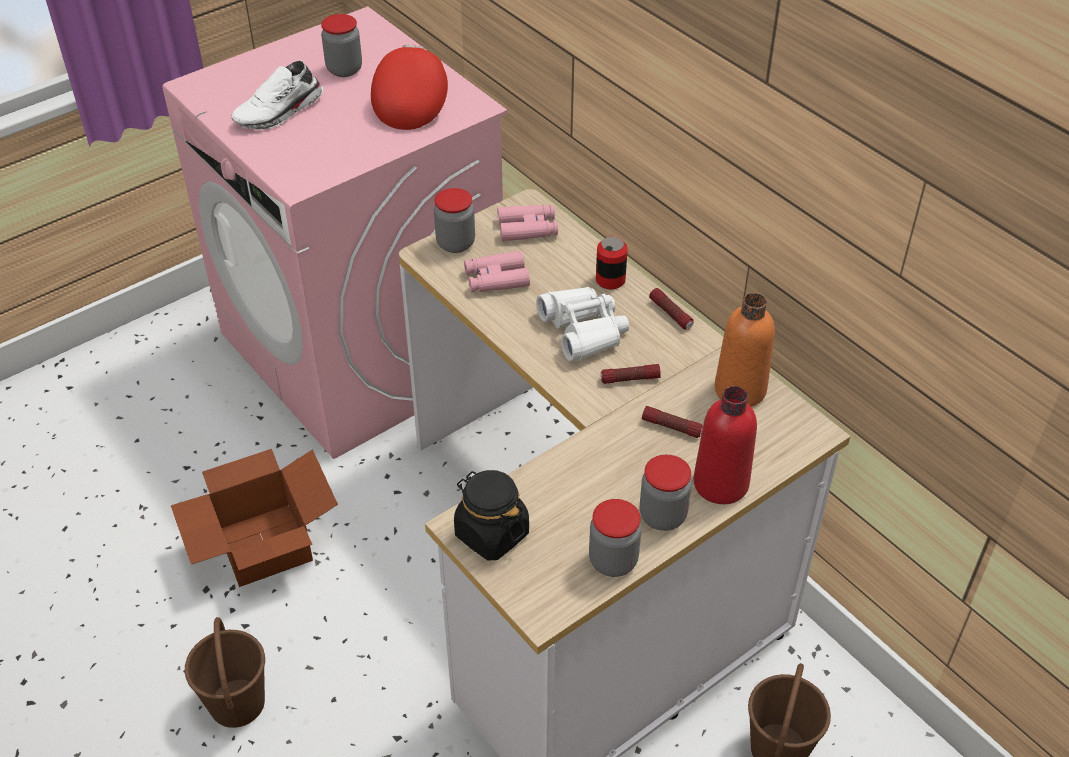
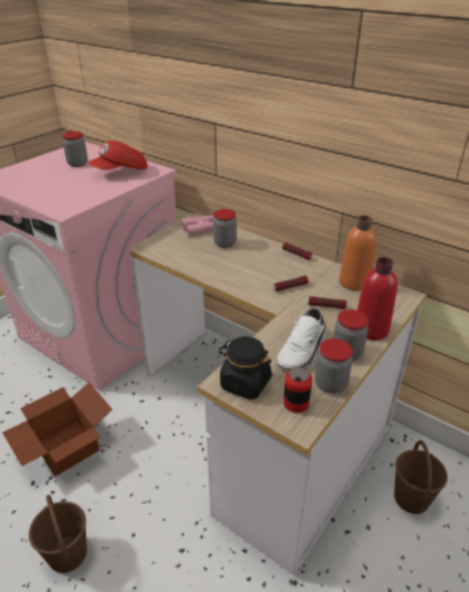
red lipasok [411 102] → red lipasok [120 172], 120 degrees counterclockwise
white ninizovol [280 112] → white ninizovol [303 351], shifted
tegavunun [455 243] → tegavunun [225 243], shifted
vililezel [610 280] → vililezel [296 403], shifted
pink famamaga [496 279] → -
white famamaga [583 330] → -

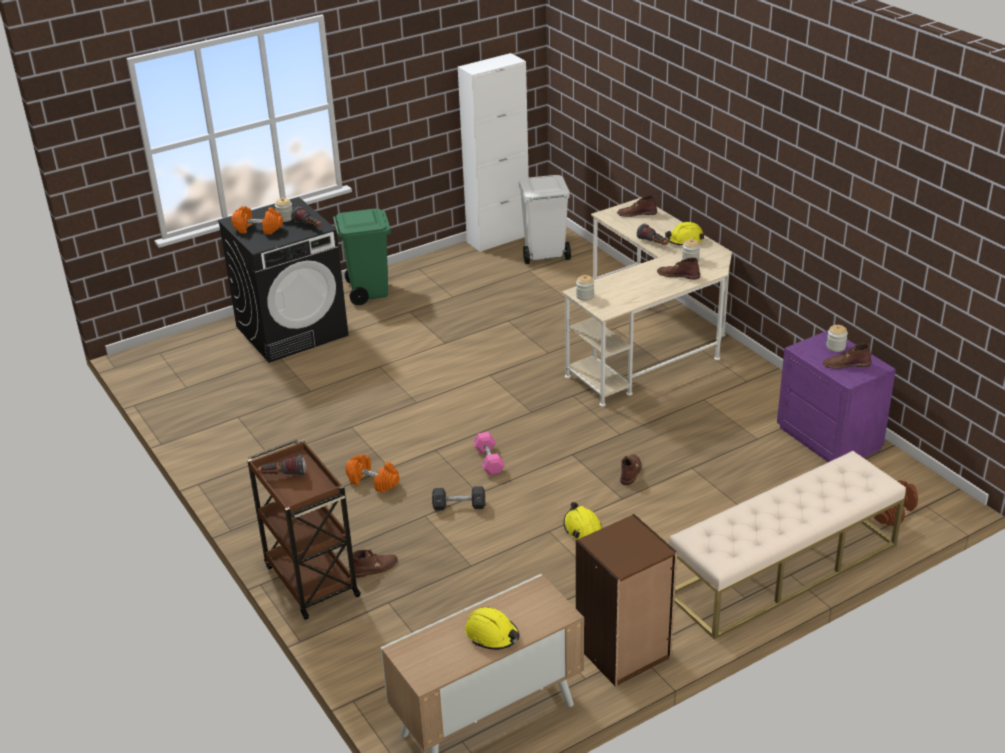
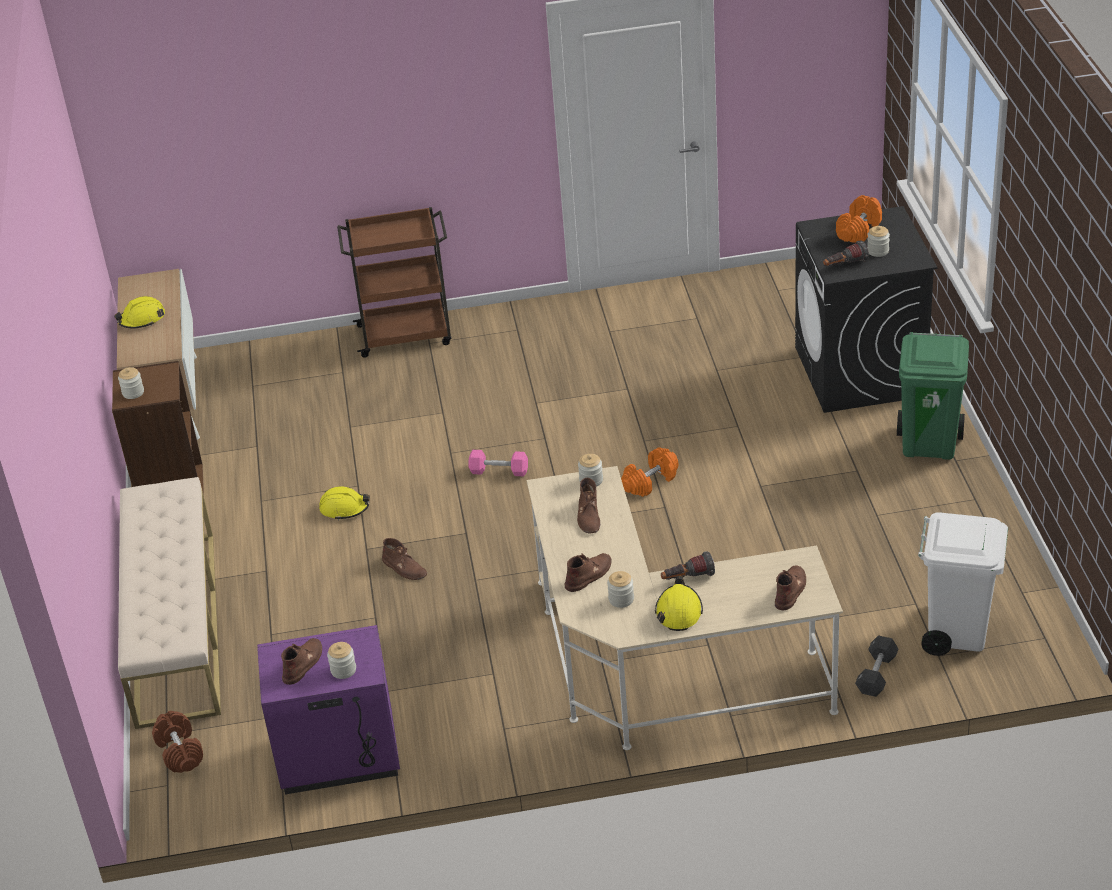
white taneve [498 239] → -
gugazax [283 476] → -
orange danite [373 481] → orange danite [650 482], shifted
black danite [459 506] → black danite [876 674], shifted
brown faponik [374 568] → brown faponik [589 515], shifted
- → tegavunun [133 392]

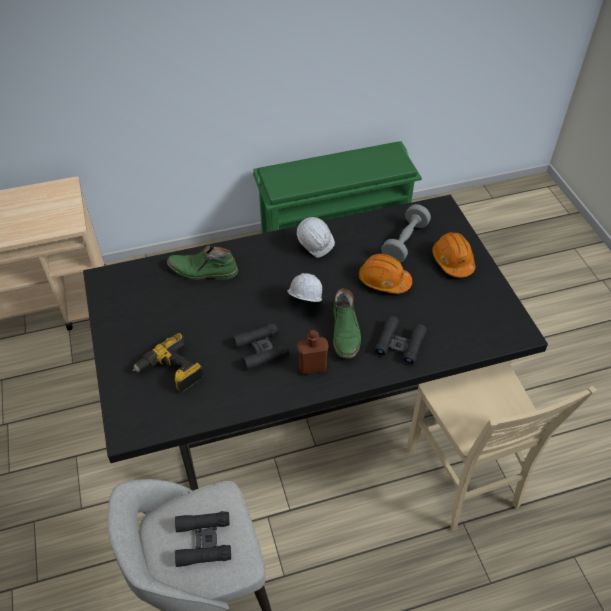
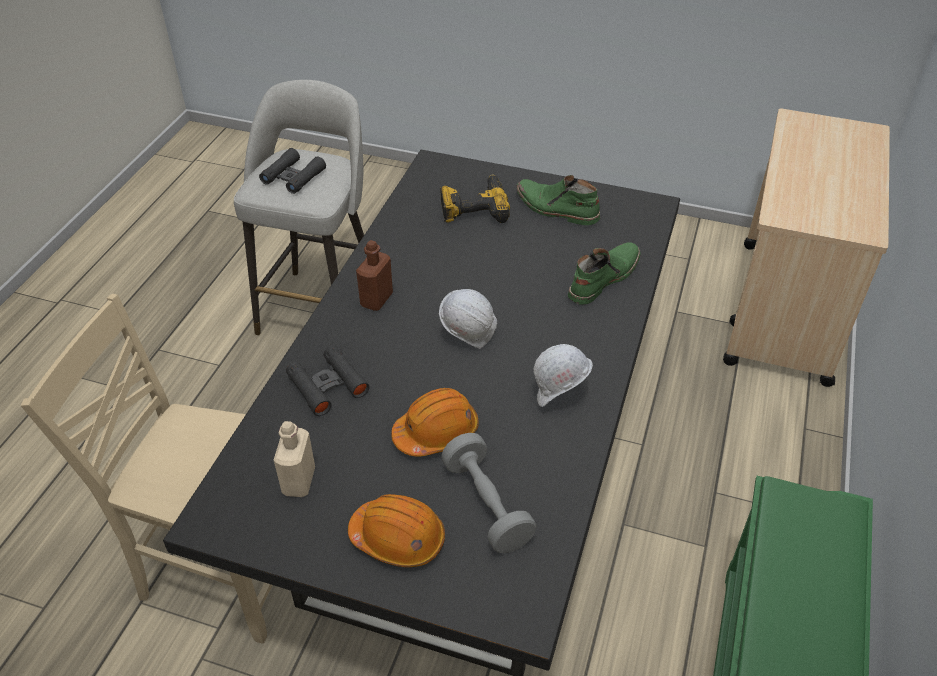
green faponik [345 332] → green faponik [556 209], shifted
black famamaga [261 349] → -
- → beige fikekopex [299 481]

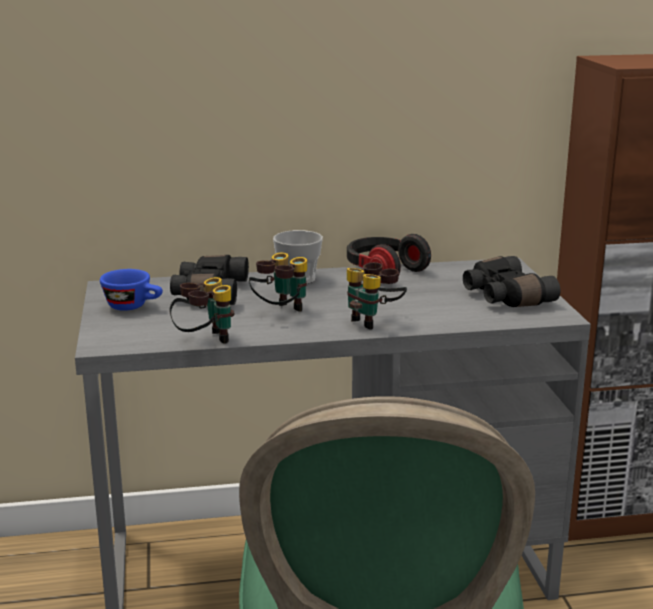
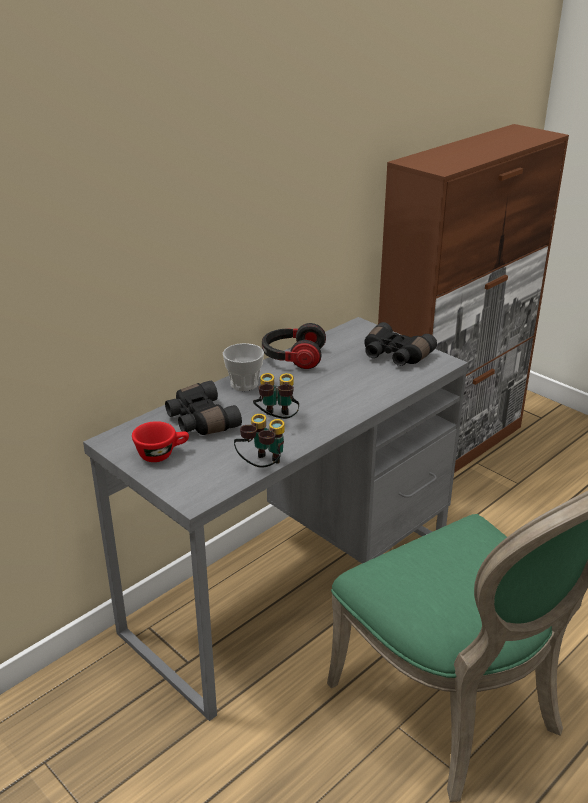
famamaga [374 321] → -
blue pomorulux [134 306] → red pomorulux [162 454]

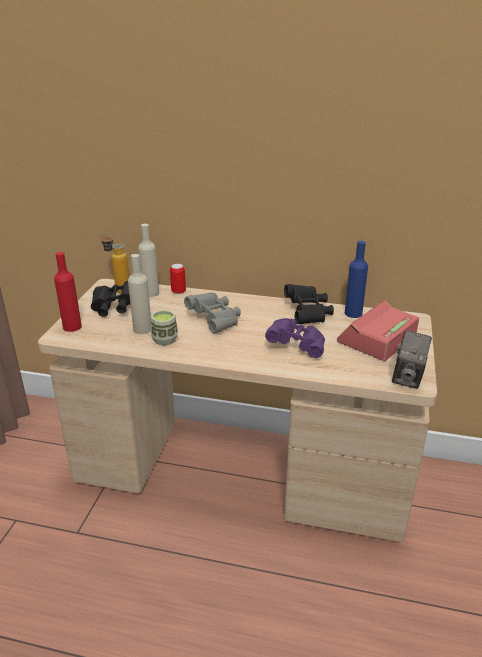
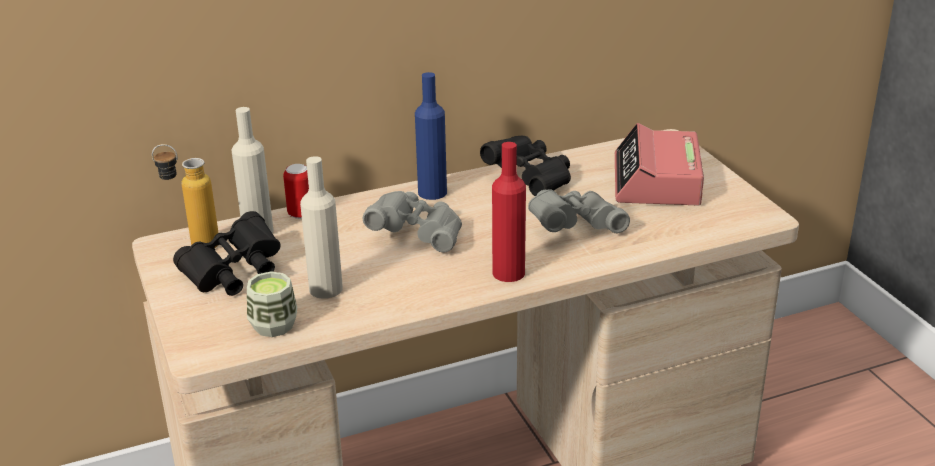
blue fikekopex [353 313] → blue fikekopex [432 192], shifted
red fikekopex [72 327] → red fikekopex [508 273], shifted
pomorulux [165 339] → pomorulux [274 325], shifted
purple famamaga [297 346] → grey famamaga [574 227]
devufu [408 377] → -

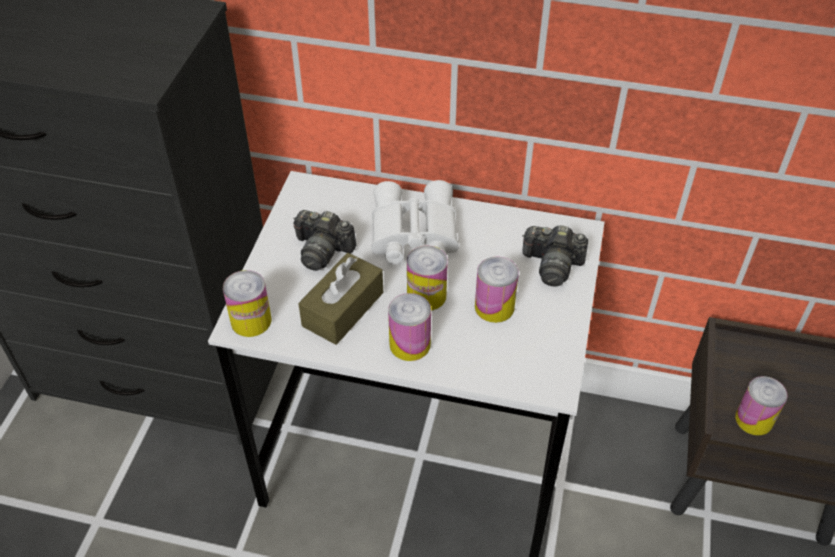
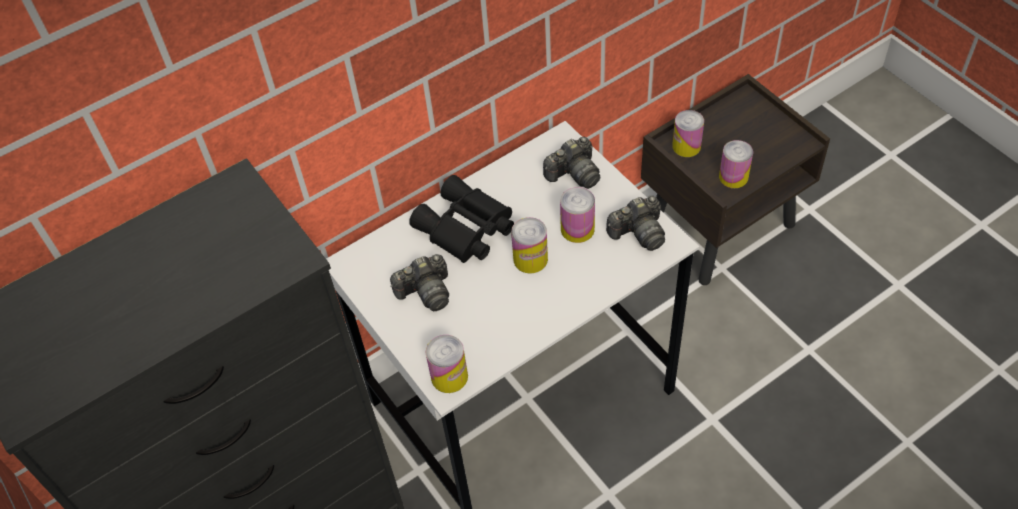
white famamaga [412 233] → black famamaga [465 230]
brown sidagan [343 309] → -
vililezel [410 344] → vililezel [686 146], shifted
- → devufu [638 233]

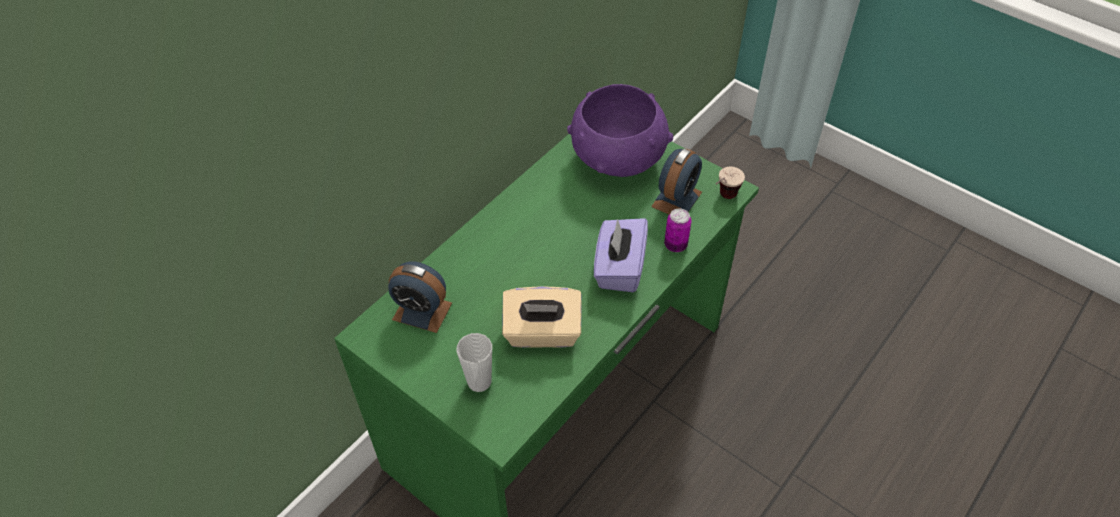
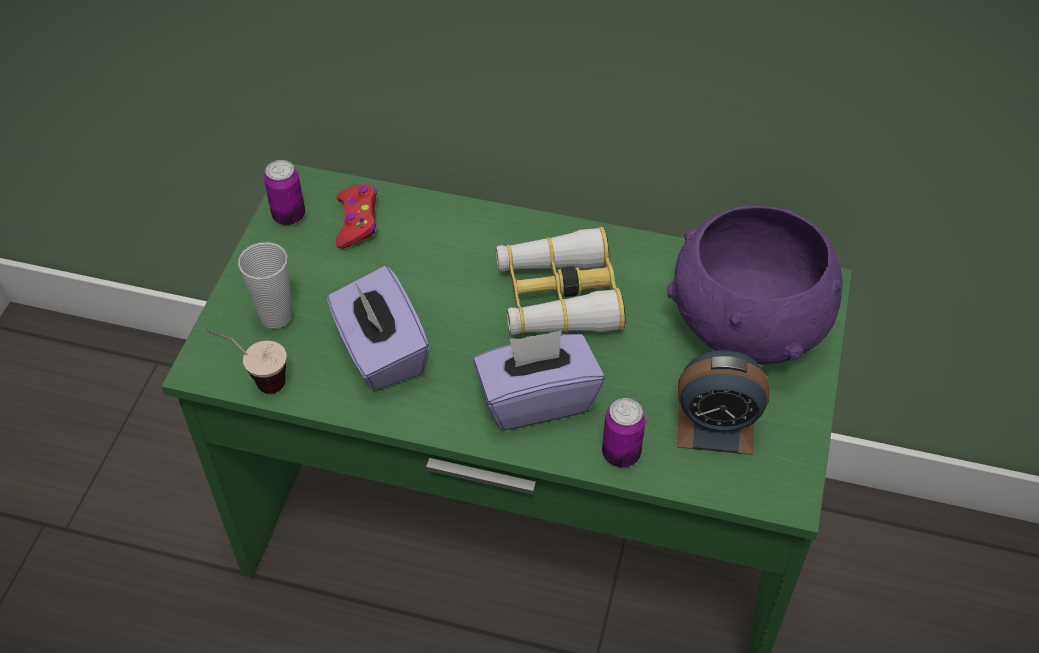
pomorulux [723 199] → pomorulux [254 379], shifted
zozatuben [422 311] → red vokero [357 221]
beige sidagan [542 333] → purple sidagan [380 352]
- → vililezel [289 216]
- → famamaga [558 297]

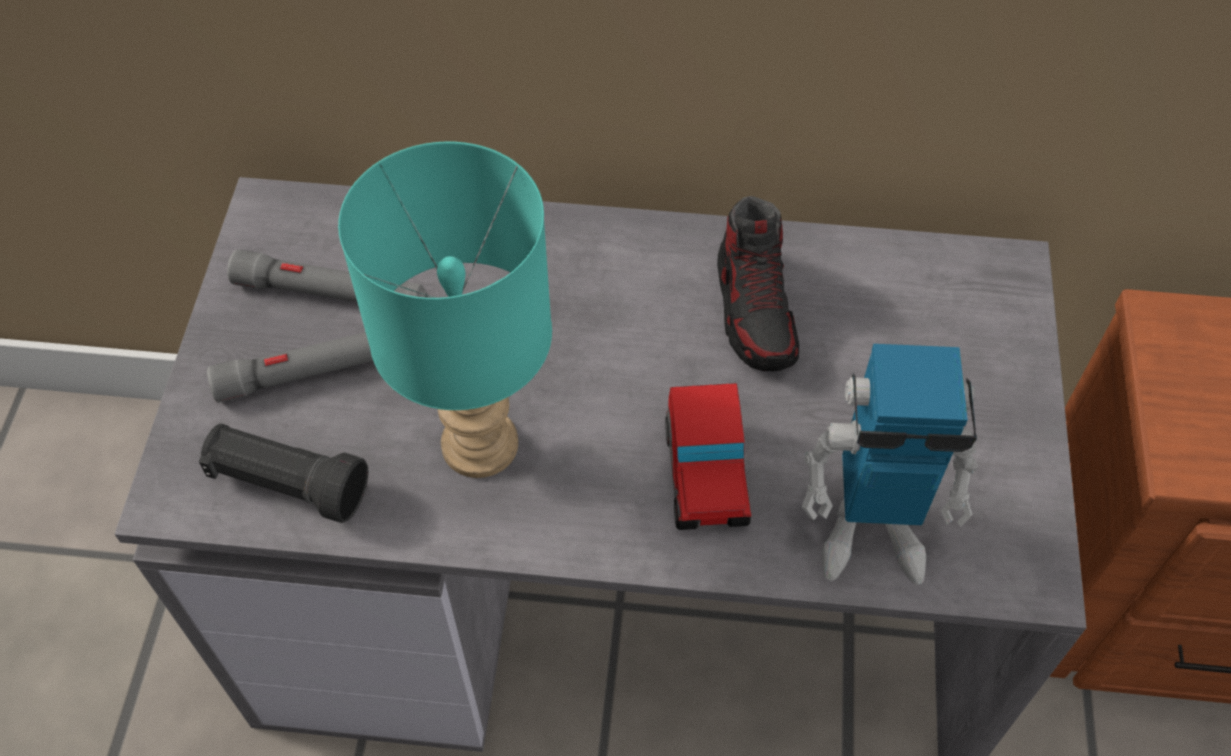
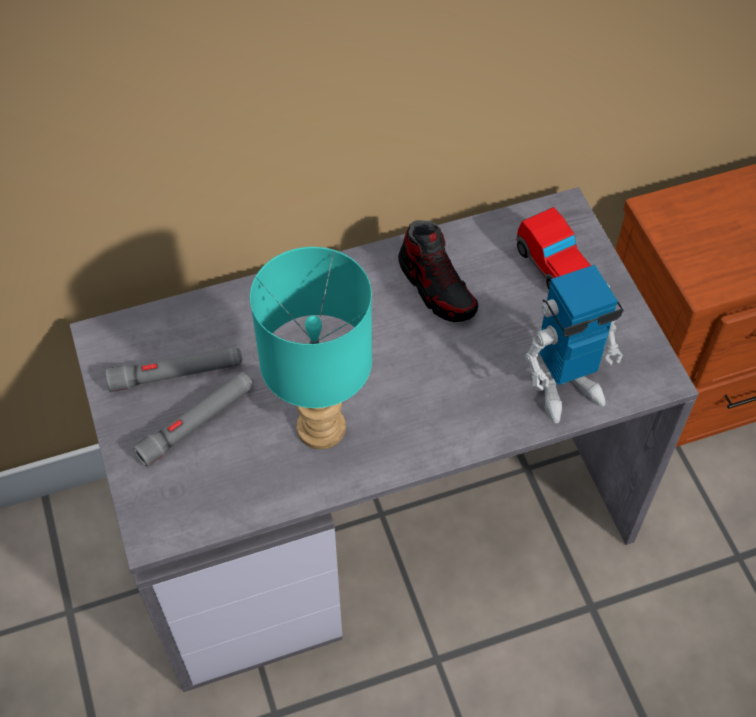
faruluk [705 477] → faruluk [552 266], shifted
black gugazax [288 484] → -

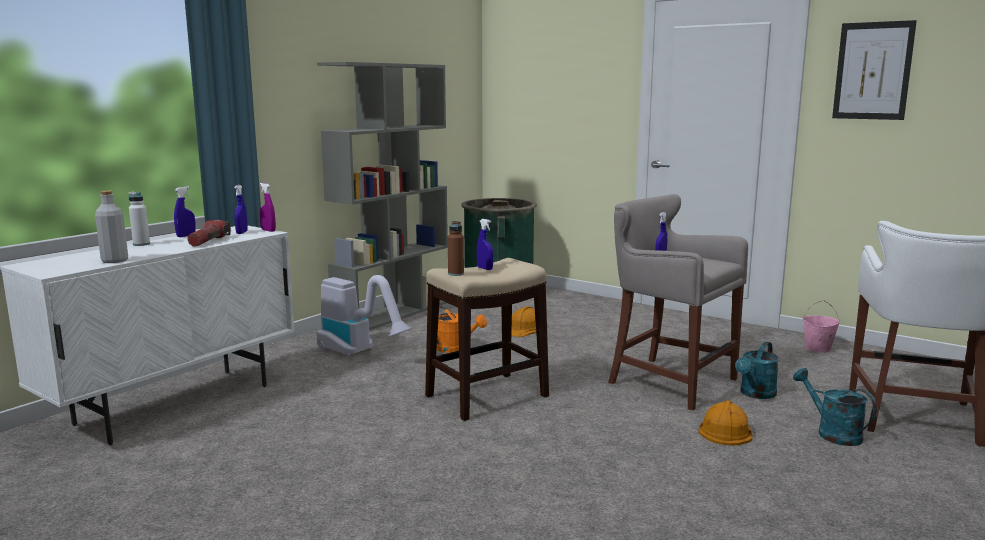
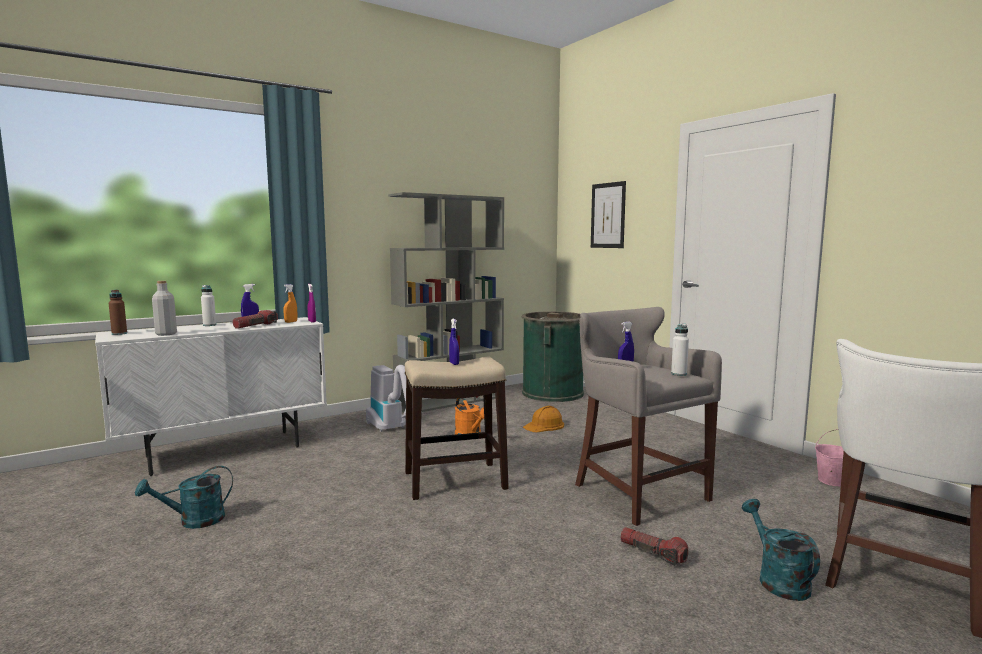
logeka [873 71] → logeka [608 215], shifted
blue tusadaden [242 232] → orange tusadaden [291 322]
brown fikekopex [456 274] → brown fikekopex [119 333], shifted
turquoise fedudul [755 394] → turquoise fedudul [194 521], shifted
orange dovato [725 430] → gugazax [653 553]
- → white fikekopex [679 374]

